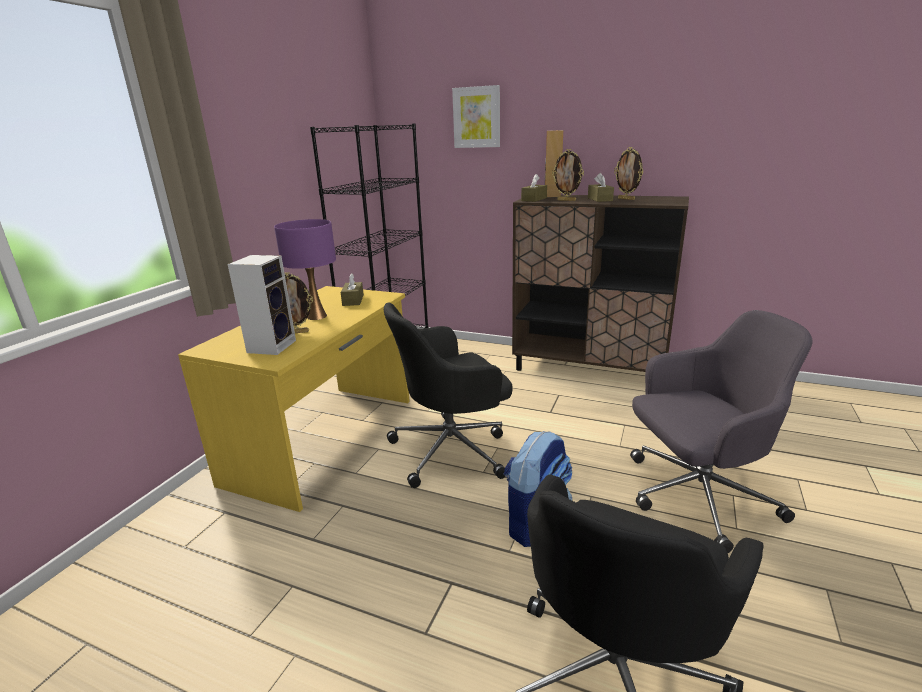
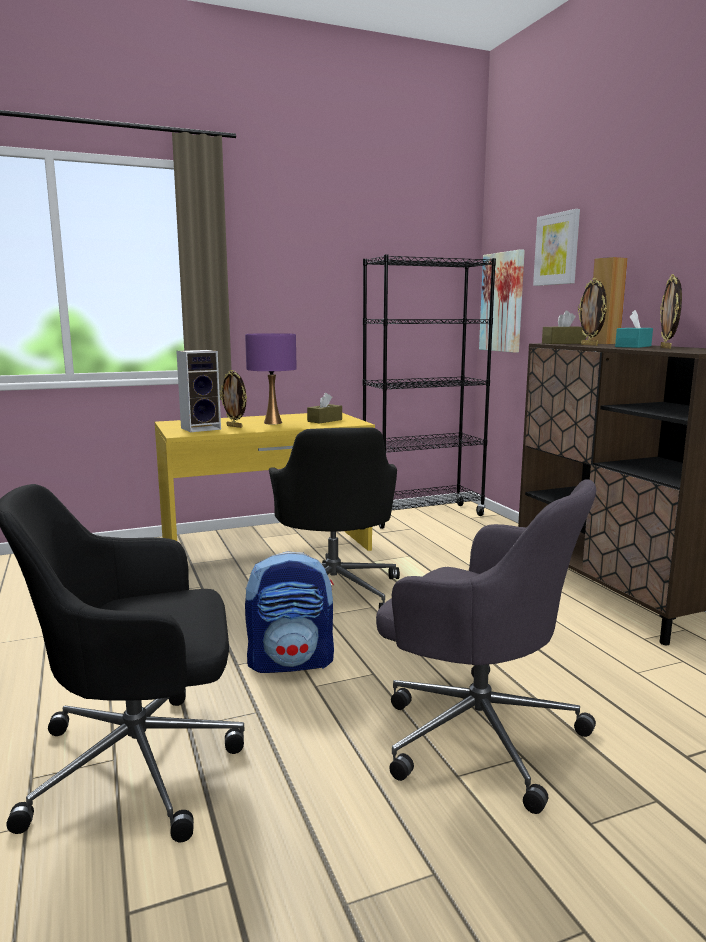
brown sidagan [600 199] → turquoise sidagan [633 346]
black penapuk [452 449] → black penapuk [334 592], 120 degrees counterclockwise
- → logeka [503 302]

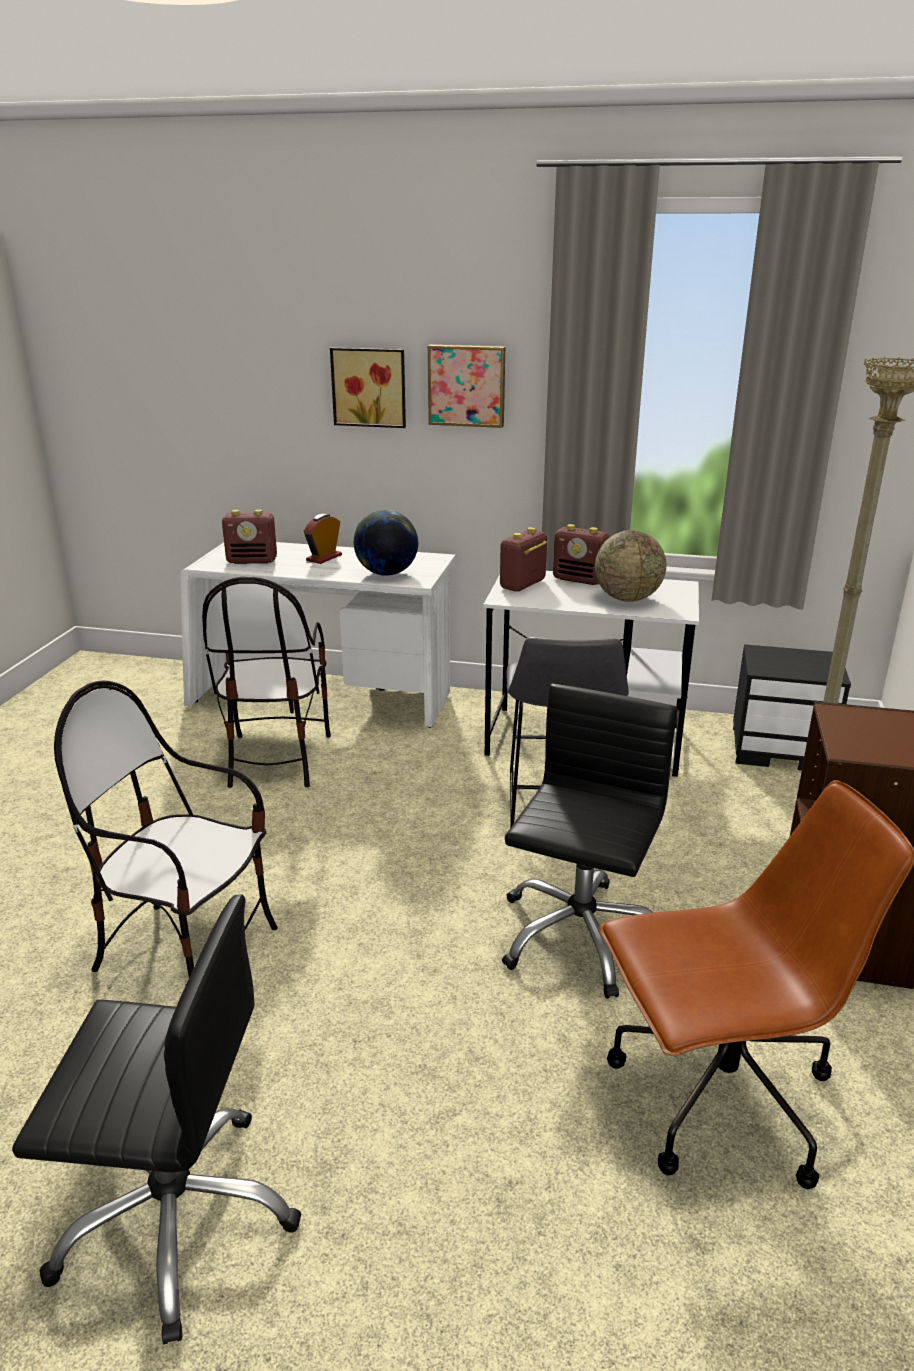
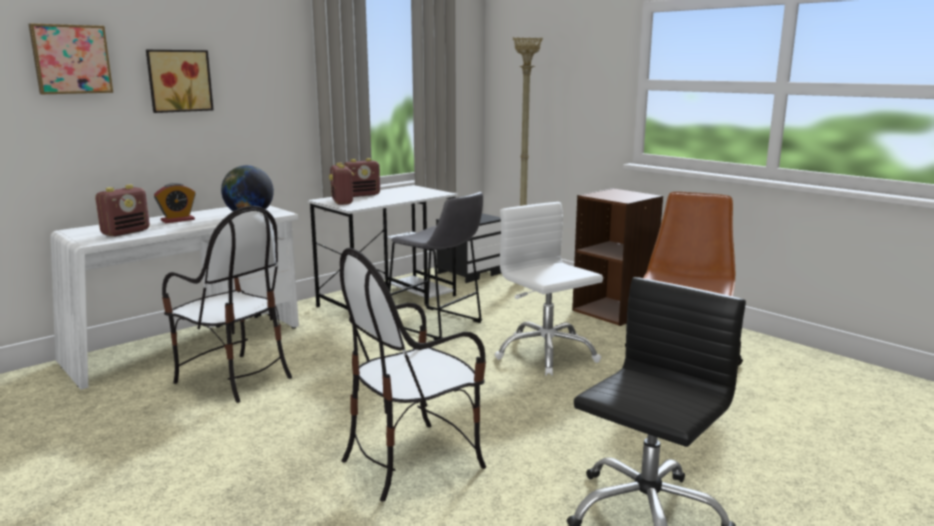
logeka [467 385] → logeka [71 59], shifted
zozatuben [324 558] → zozatuben [177 220], 105 degrees counterclockwise
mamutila [627 598] → -
black penapuk [579 935] → white penapuk [546 353]

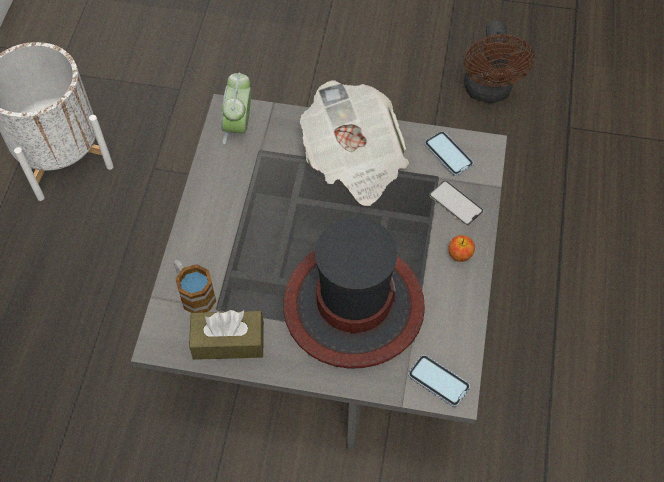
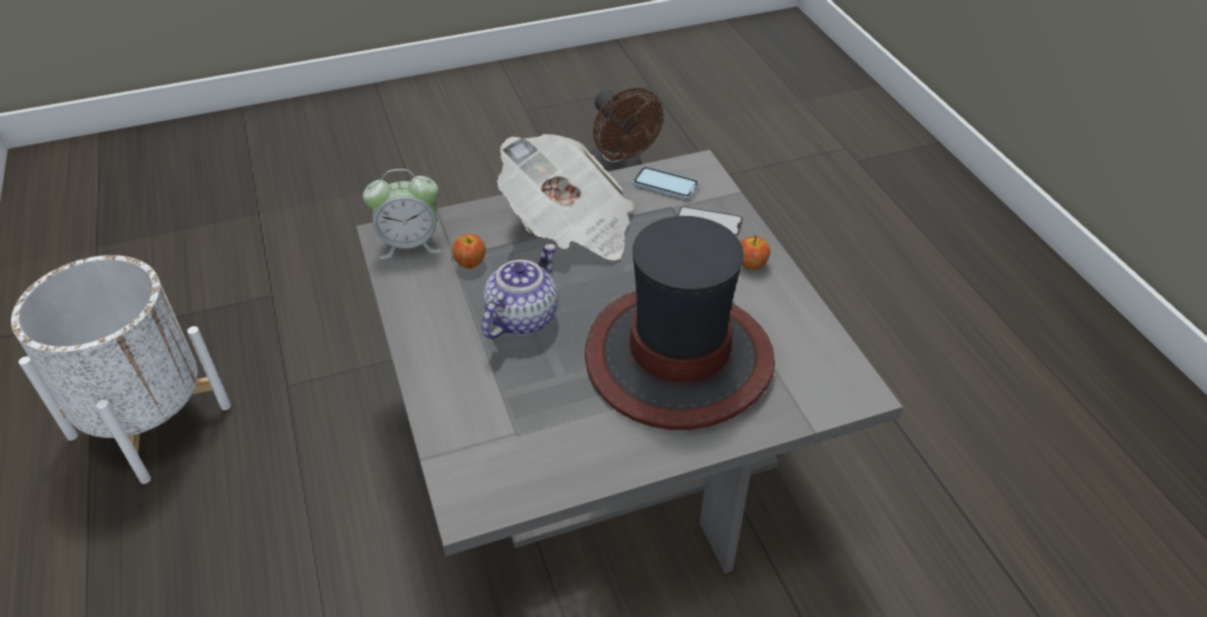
zozatuben [238 126] → zozatuben [410 244], 75 degrees counterclockwise
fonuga [194 293] → -
brown sidagan [228 341] → -
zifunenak [438 381] → -
- → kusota [470 262]
- → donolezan [521 317]

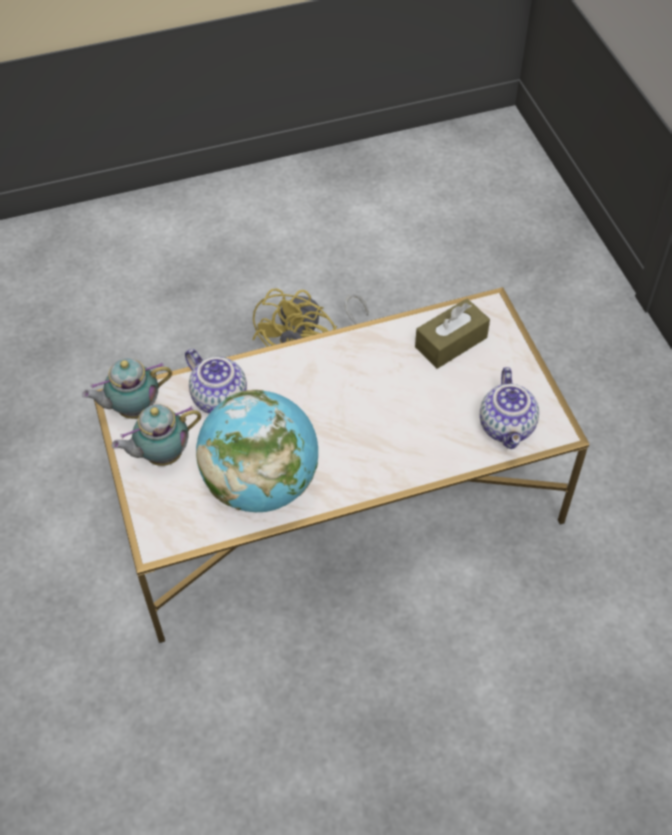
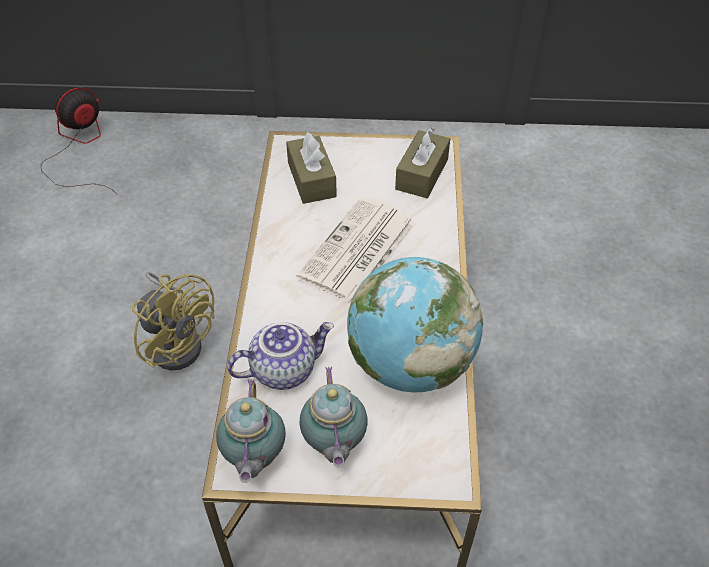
donolezan [508 427] → brown sidagan [422 174]
- → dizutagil [80 148]
- → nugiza [358 252]

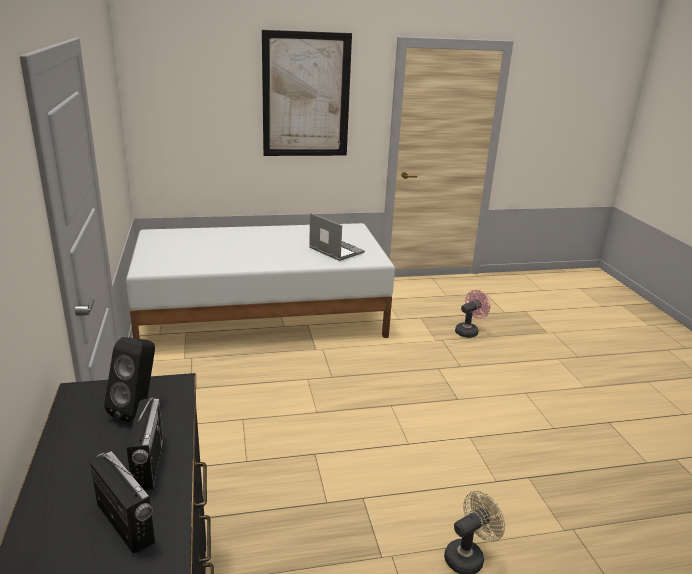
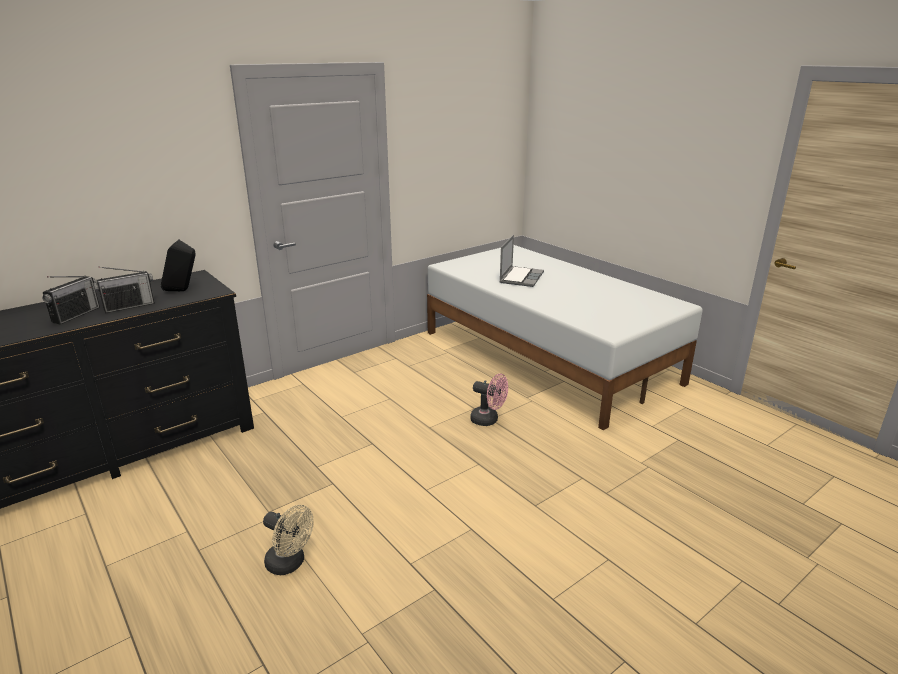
logeka [306 95] → -
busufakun [335 250] → busufakun [521 277], shifted
pink dizutagil [469 331] → pink dizutagil [488 420], shifted

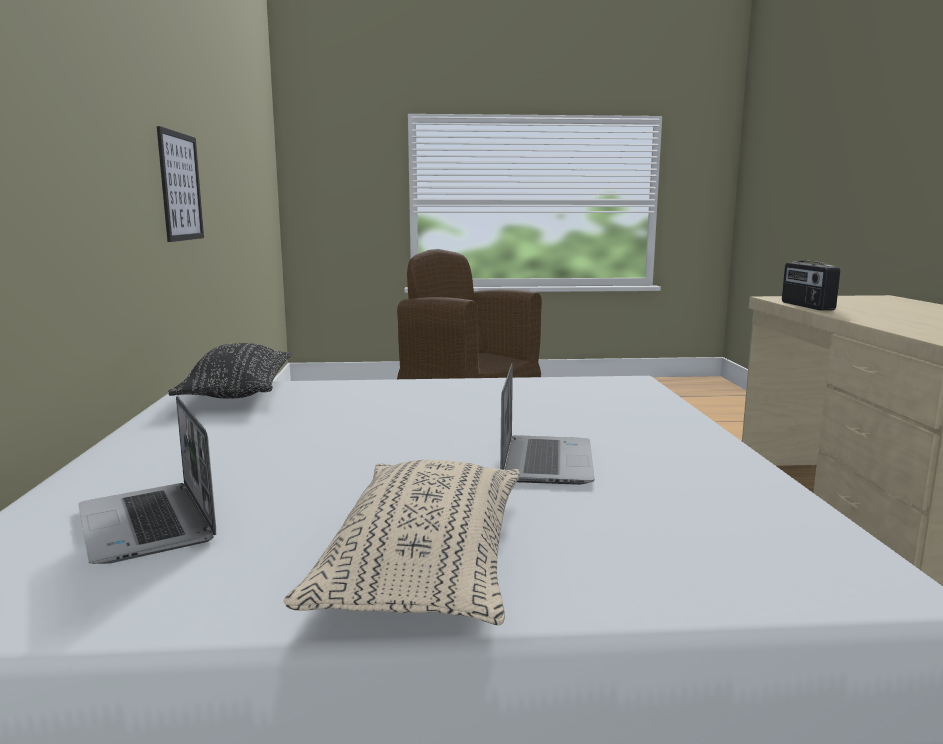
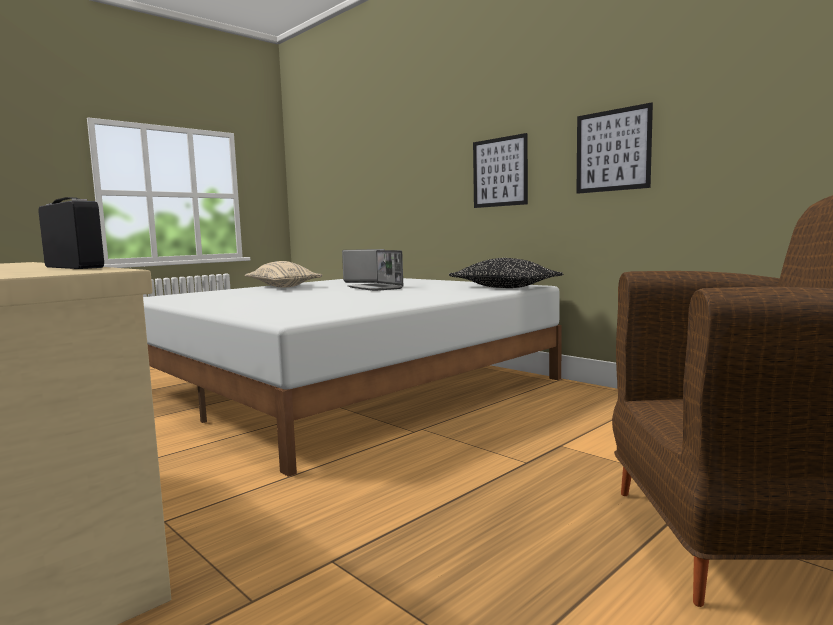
busufakun [545 461] → busufakun [376 288], shifted
- → logeka [500 172]

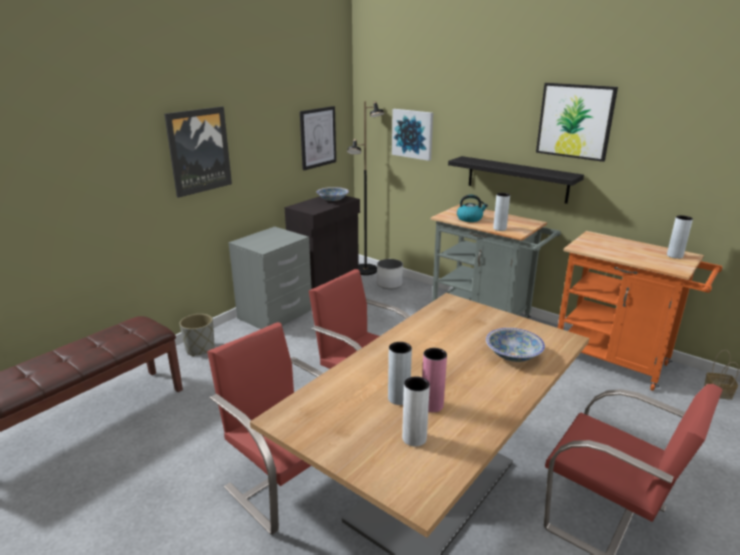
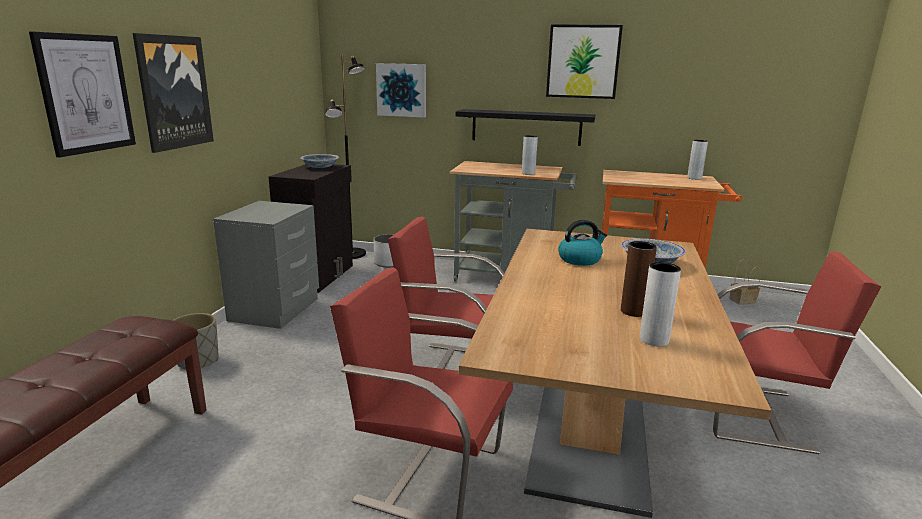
logeka [318 137] → logeka [86 93], shifted
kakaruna [470 219] → kakaruna [580 259], shifted
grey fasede [398 398] → -
pink fasede [432 405] → brown fasede [633 311]

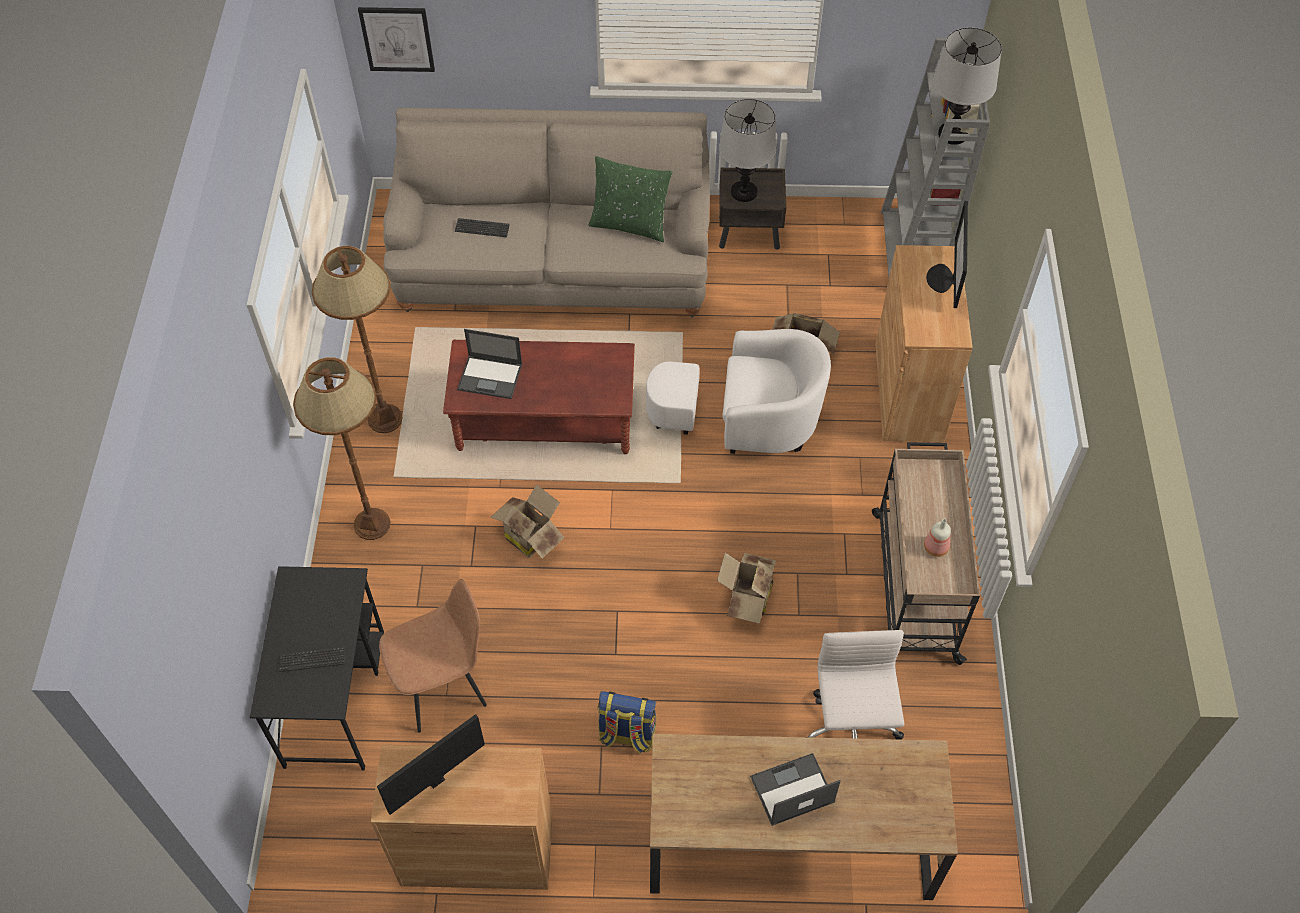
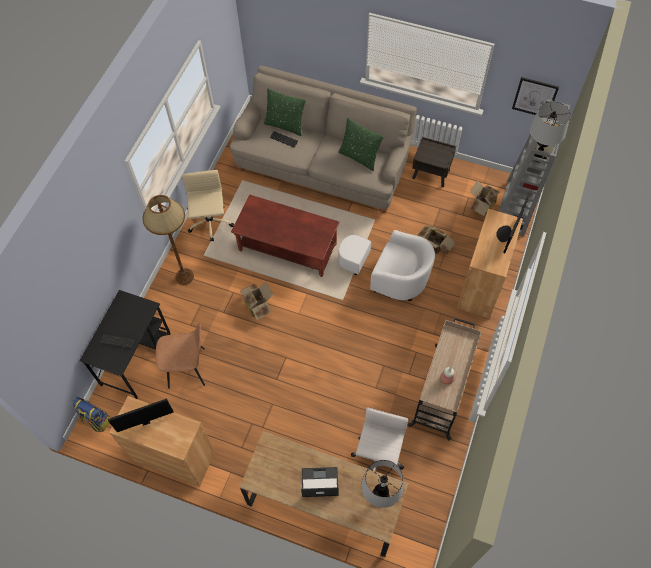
logeka [397 39] → logeka [535 97], shifted
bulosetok [743 192] → bulosetok [380 497], shifted
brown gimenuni [385 419] → beige penapuk [210 224]
busufakun [491 377] → -
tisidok [746 598] → tisidok [481 205], shifted
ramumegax [627 735] → ramumegax [96 420], shifted
- → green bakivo [285 125]

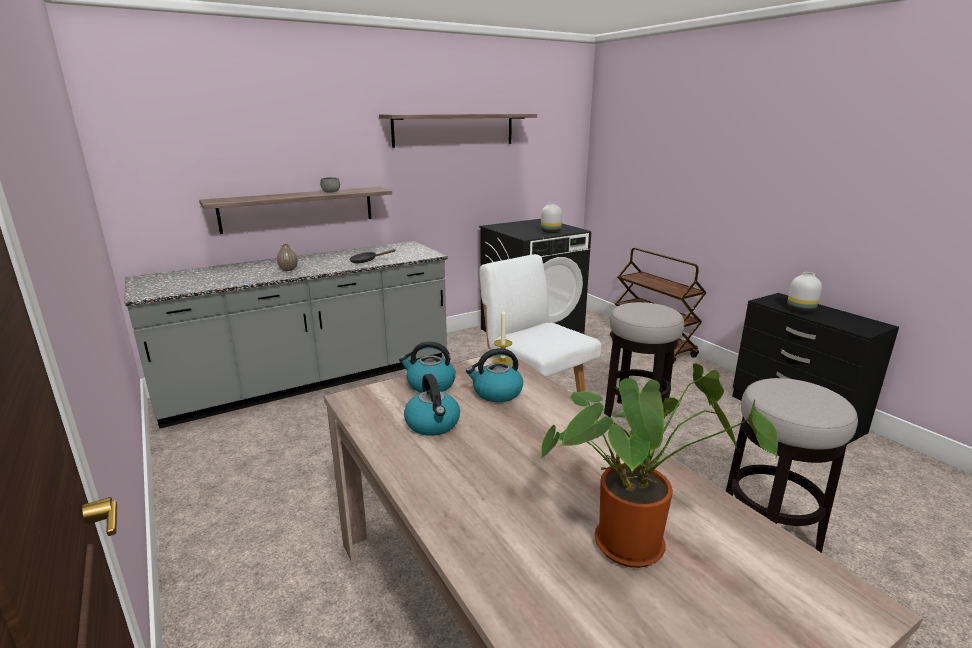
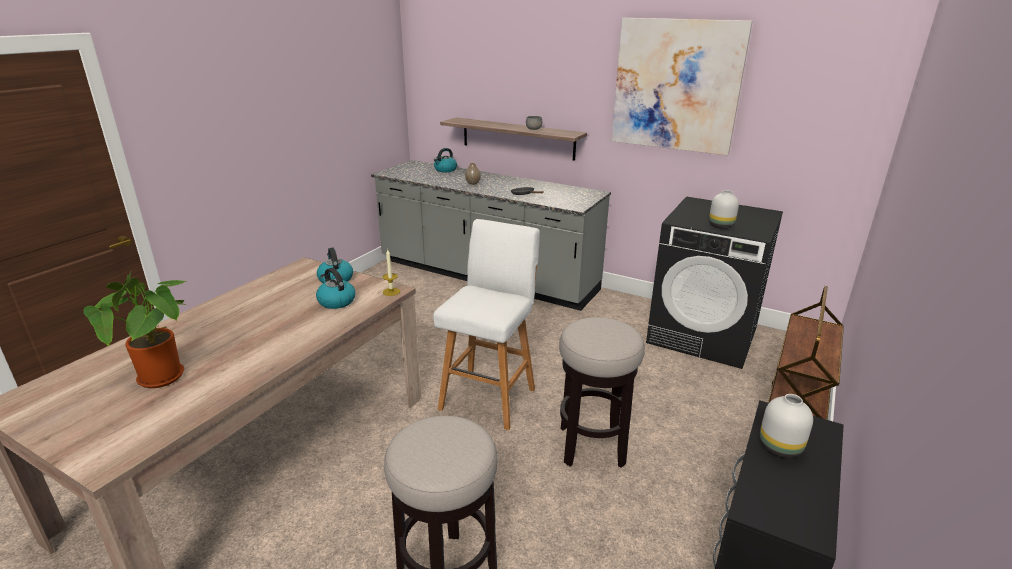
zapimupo [454 130] → logeka [676 86]
kakaruna [433 424] → kakaruna [445 170], shifted

